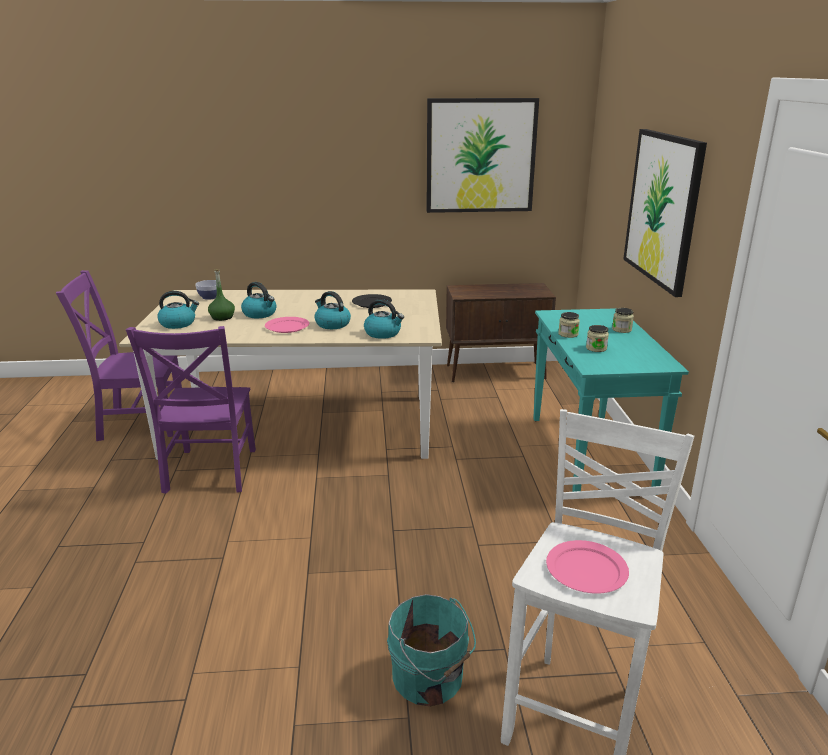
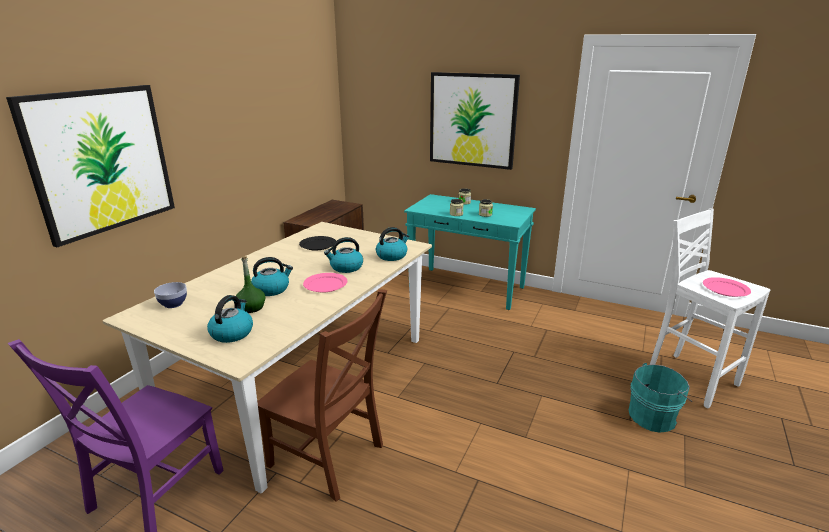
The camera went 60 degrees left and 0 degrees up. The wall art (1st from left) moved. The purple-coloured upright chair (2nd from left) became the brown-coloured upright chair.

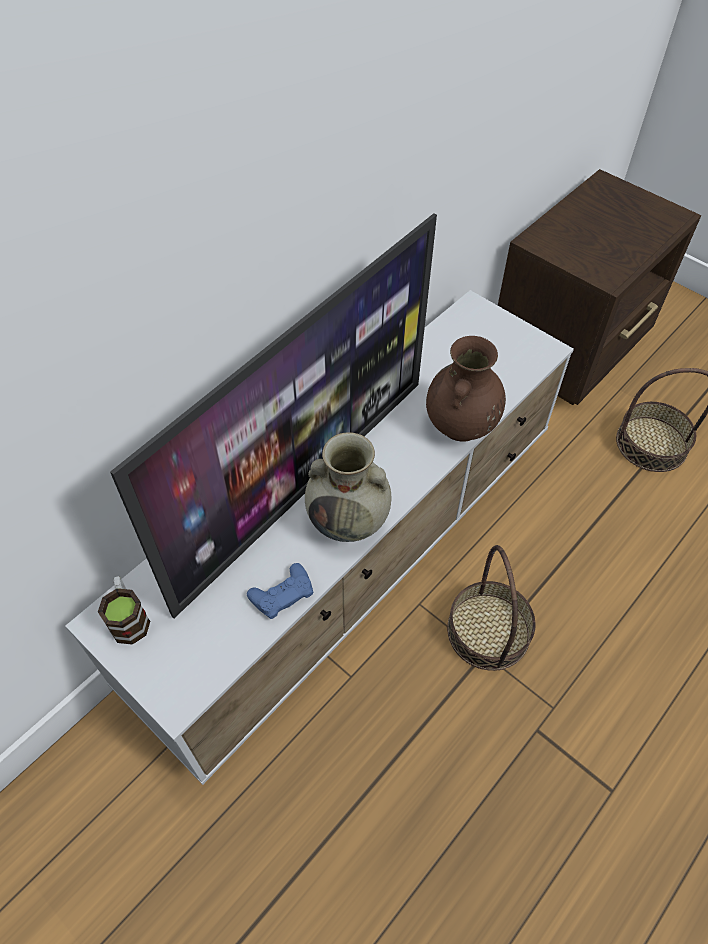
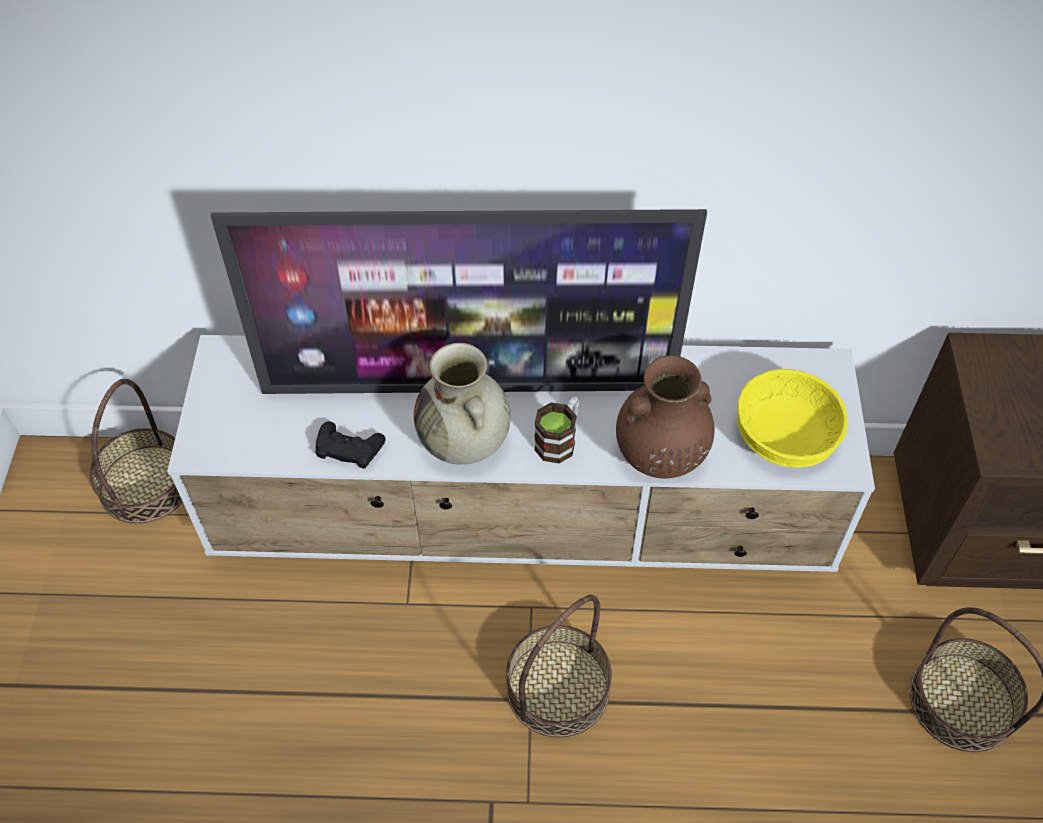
The camera went 50 degrees right and 0 degrees up. The storage basket (1st from left) appeared. The bluish gamepad became the black gamepad. The coffee mug moved. The yellowish deep dish appeared.

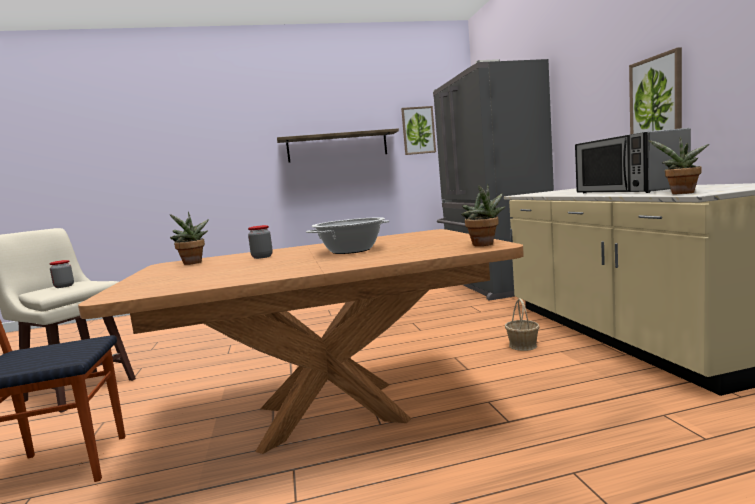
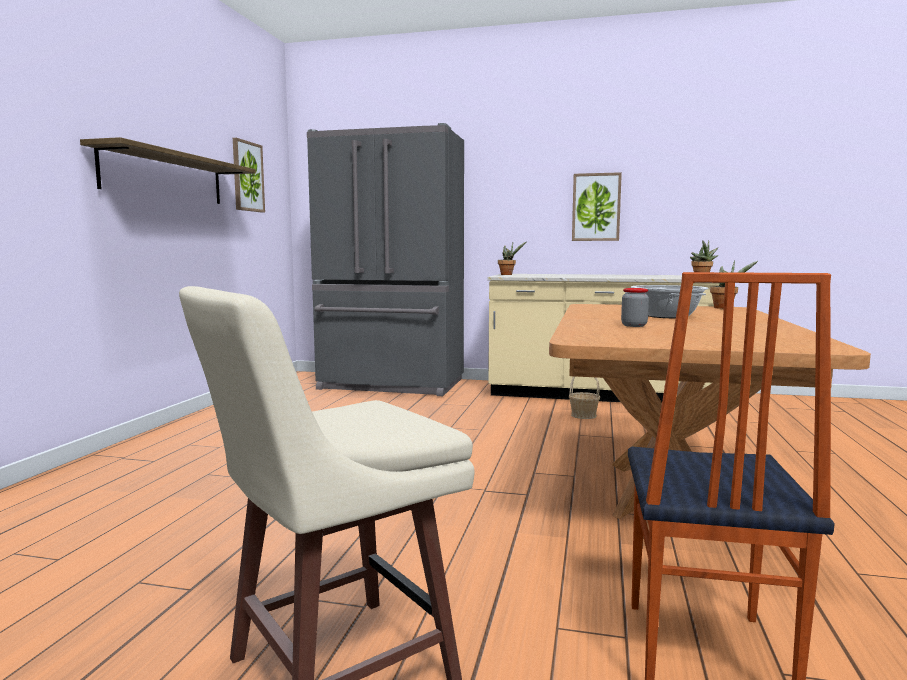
The camera went 65 degrees left and 0 degrees up. The houseplant (1st from left) moved. The jar (1st from left) disappeared. The kitchen microwave disappeared.

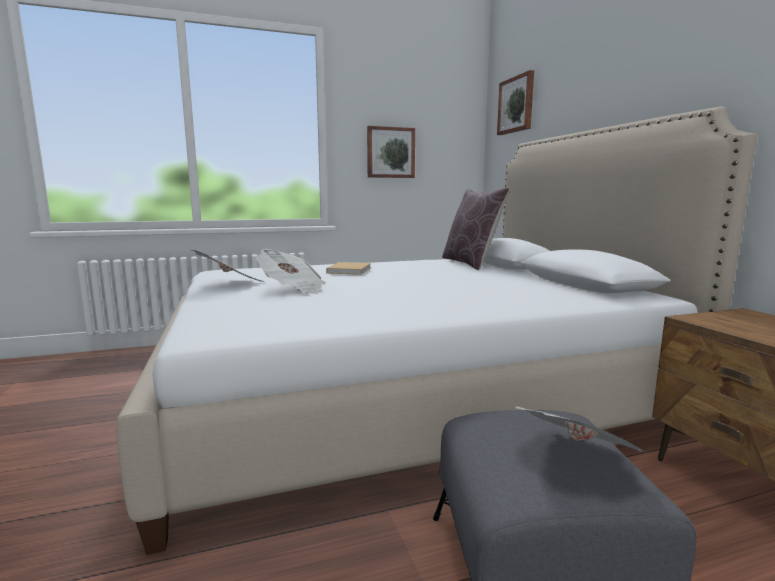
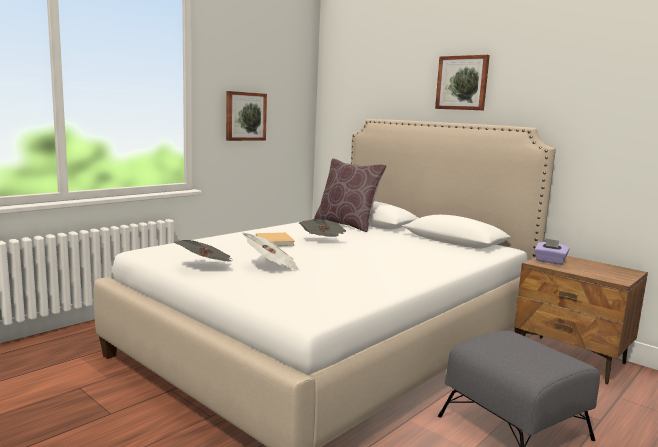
The camera went 30 degrees left and 0 degrees up. The printed paper (3rd from left) moved. The wall art (2nd from left) moved. The purple-coloured tissue holder appeared.

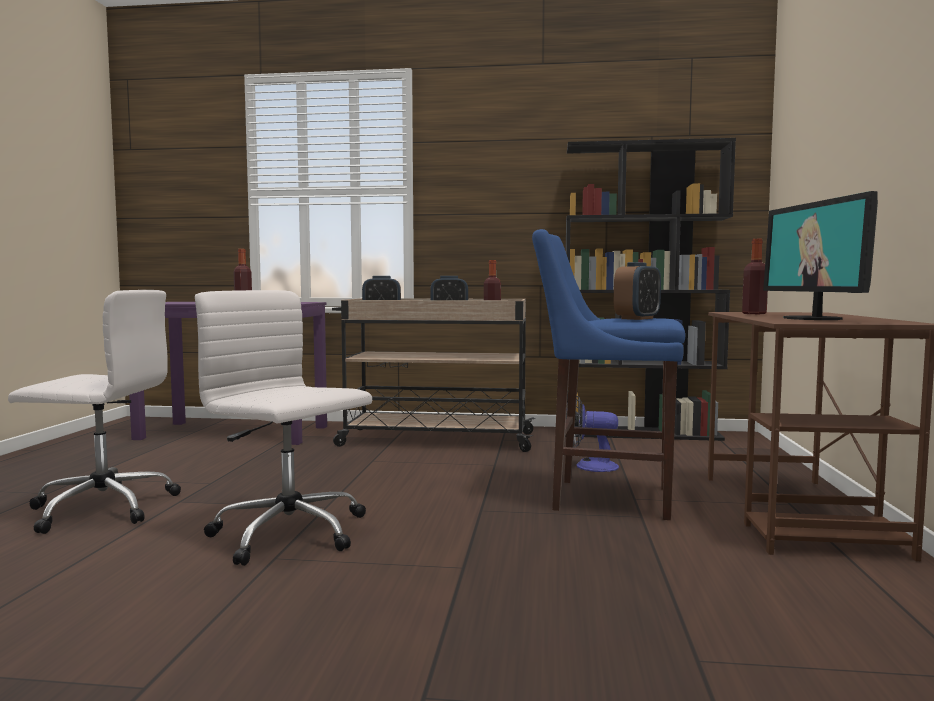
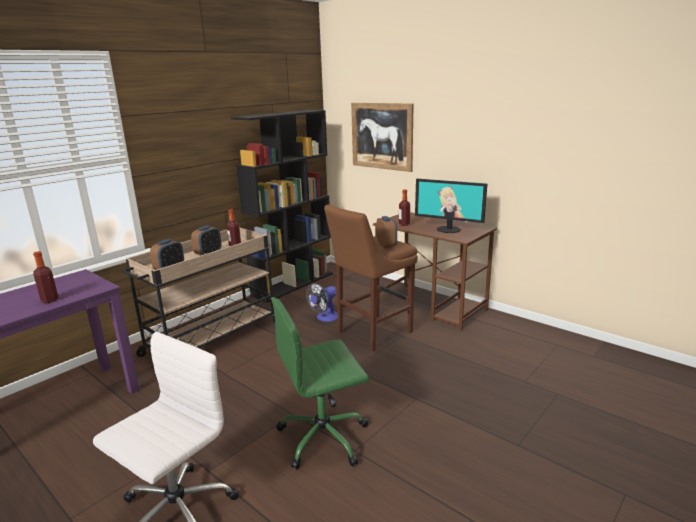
The camera went 55 degrees left and 15 degrees up. The white-coloured desk chair (2nd from left) became the greenish desk chair. The bluish sitting stool became the brown-coloured sitting stool. The wall art appeared.

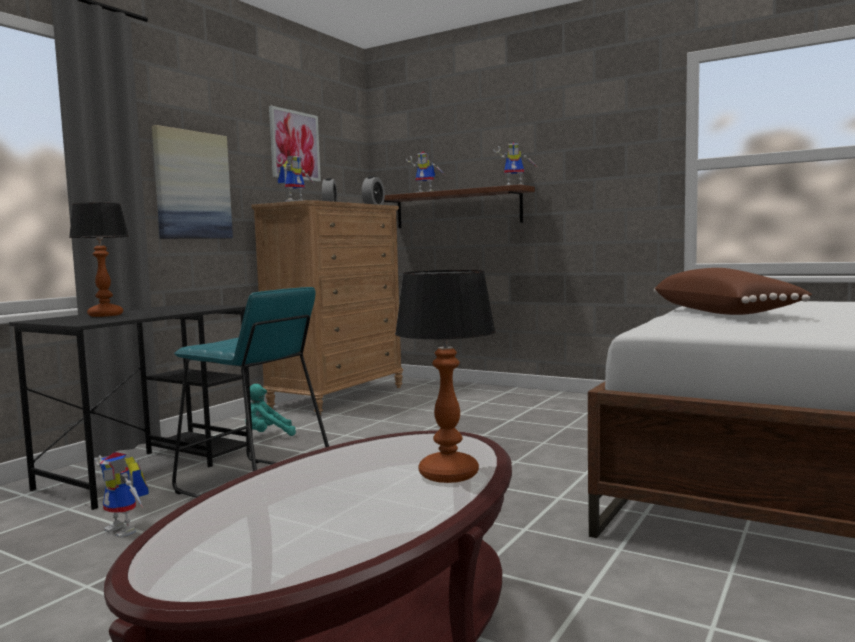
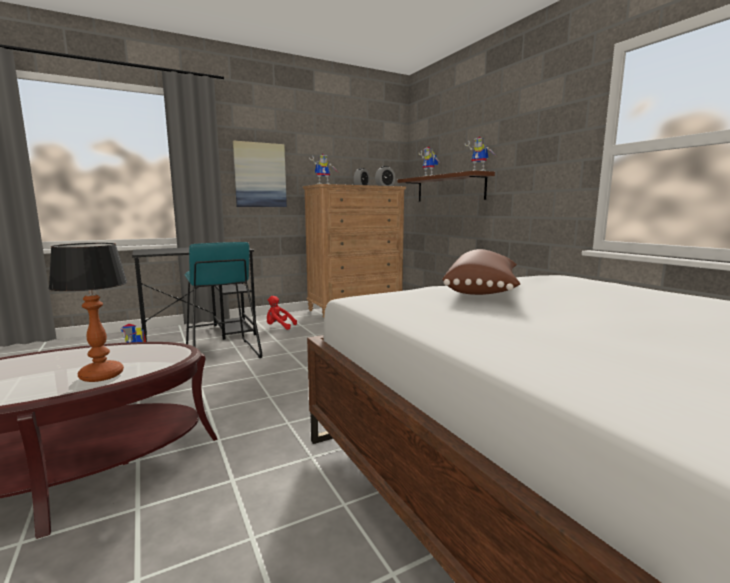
The camera went 30 degrees right and 5 degrees up. The turquoise-coloured plush toy became the red-coloured plush toy. The lamp for a table (1st from left) disappeared. The wall art (2nd from left) disappeared.

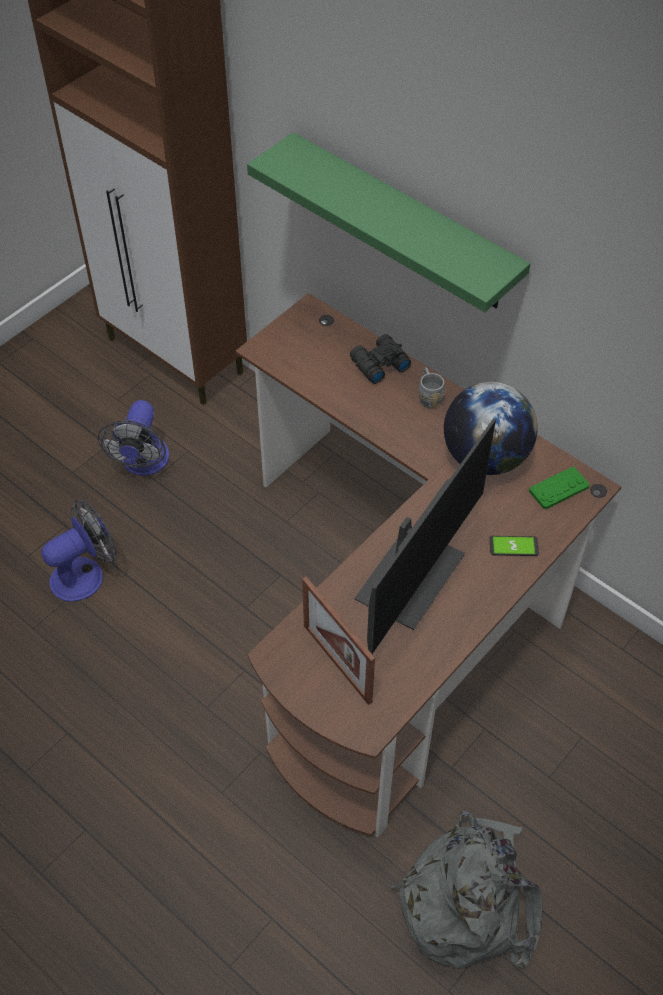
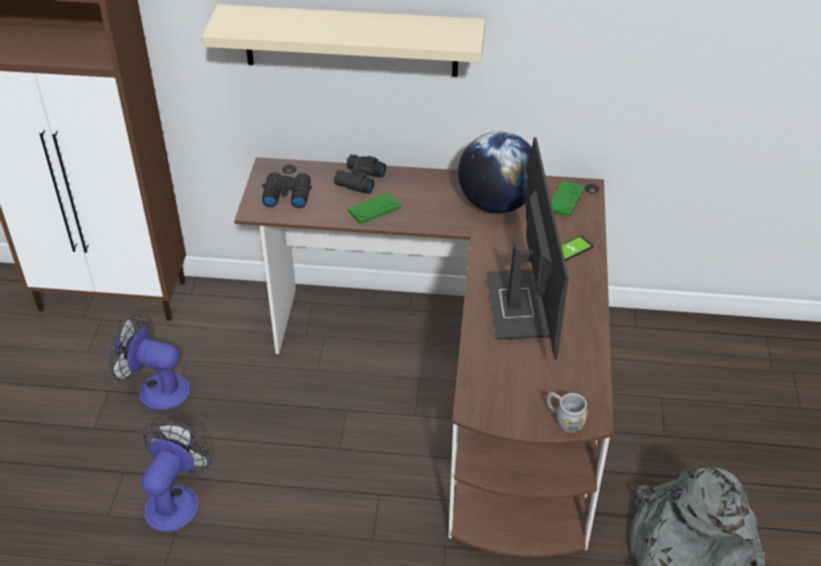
The camera went 35 degrees left and 10 degrees down. The cooling fan (2nd from left in the first image) turned 135 degrees clockwise. The greenish bracket shelf became the sand-coloured bracket shelf. The black field glasses (1st from left) appeared. The greenish gamepad (1st from left) appeared. The gray coffee mug moved. The standing frame disappeared.

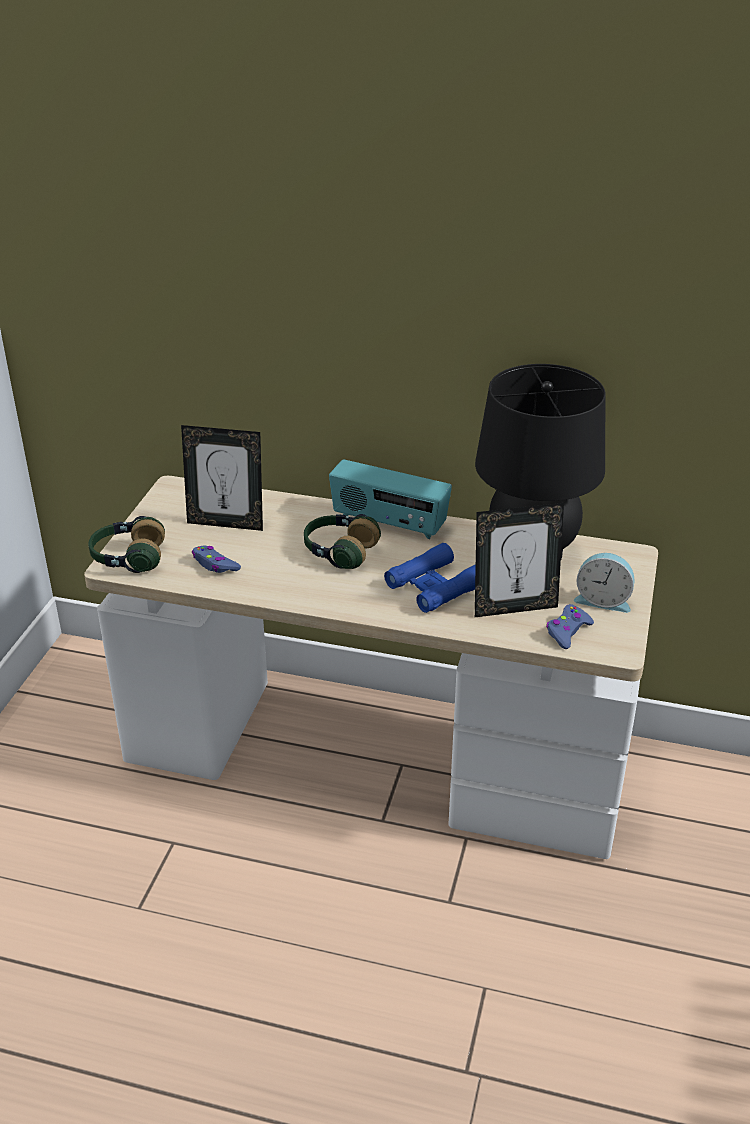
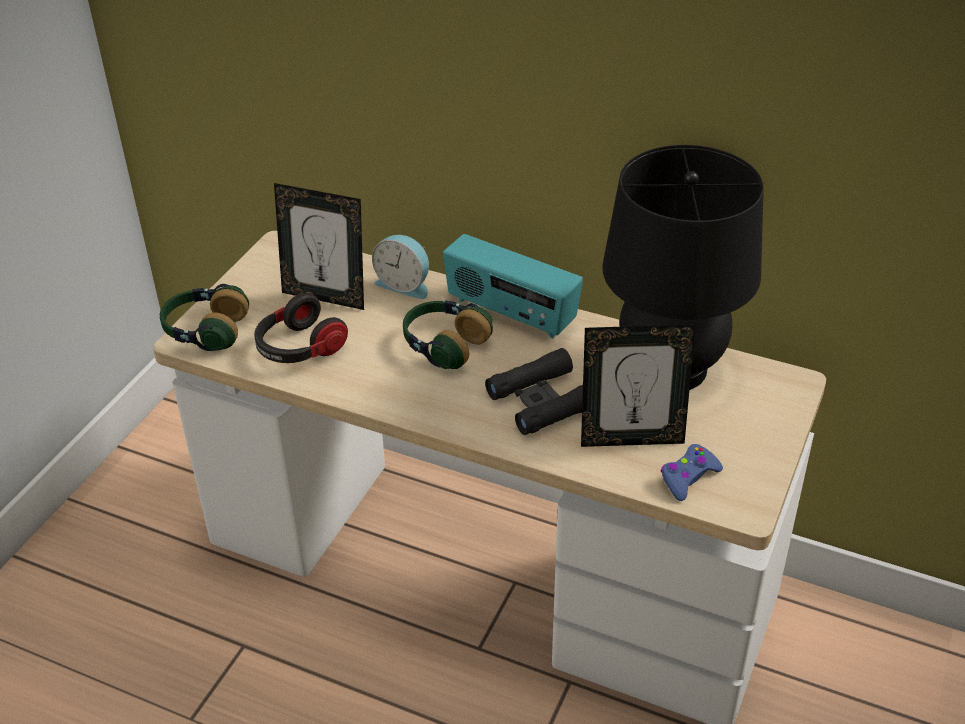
The camera went 10 degrees right and 5 degrees up. The bluish gamepad (1st from left) was replaced by the headphones (2nd from left). The table clock moved. The bluish field glasses became the black field glasses.

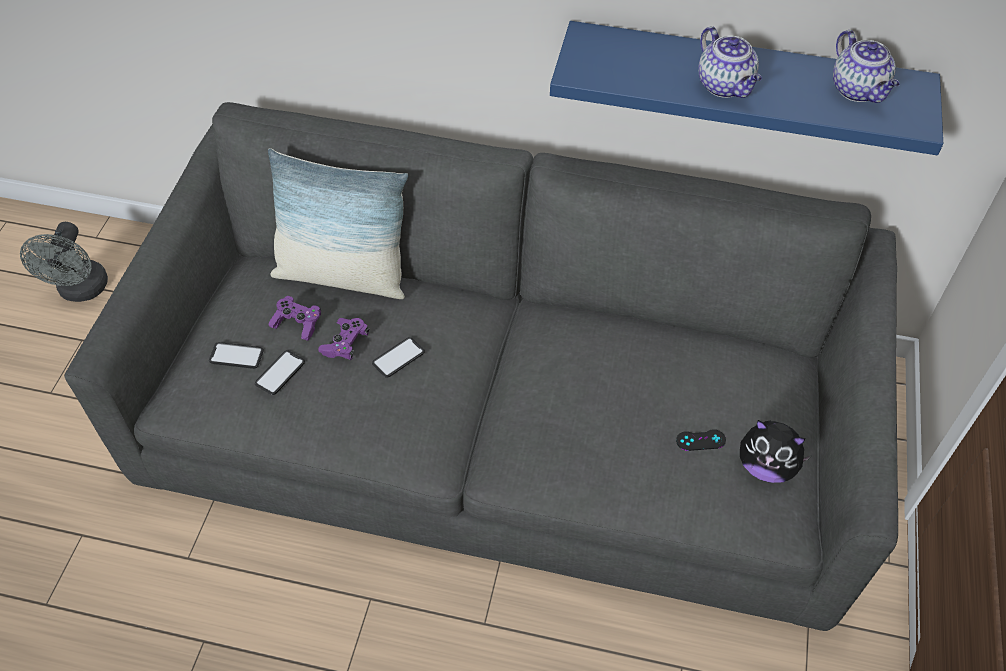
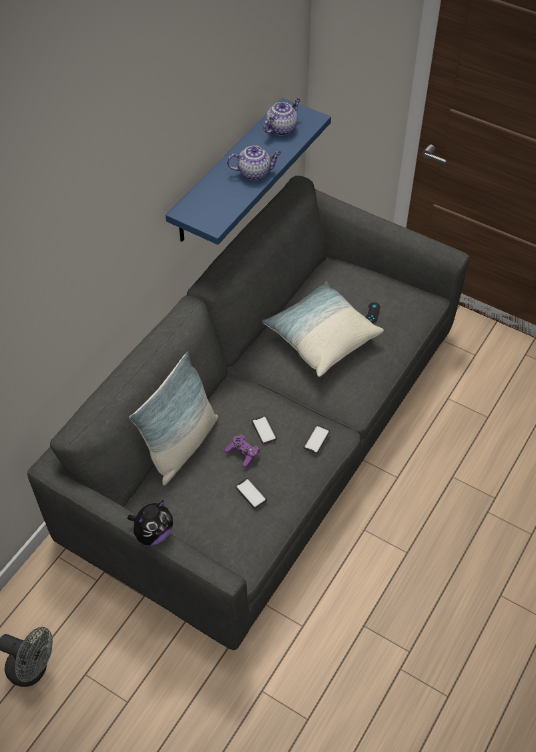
The camera went 70 degrees left and 0 degrees up. The plush toy moved. The throw pillow (2nd from left) appeared. The tea pot (2nd from left) turned 45 degrees counterclockwise. The handset (1st from left in the first image) moved. The purple-coloured gamepad (1st from left) disappeared.

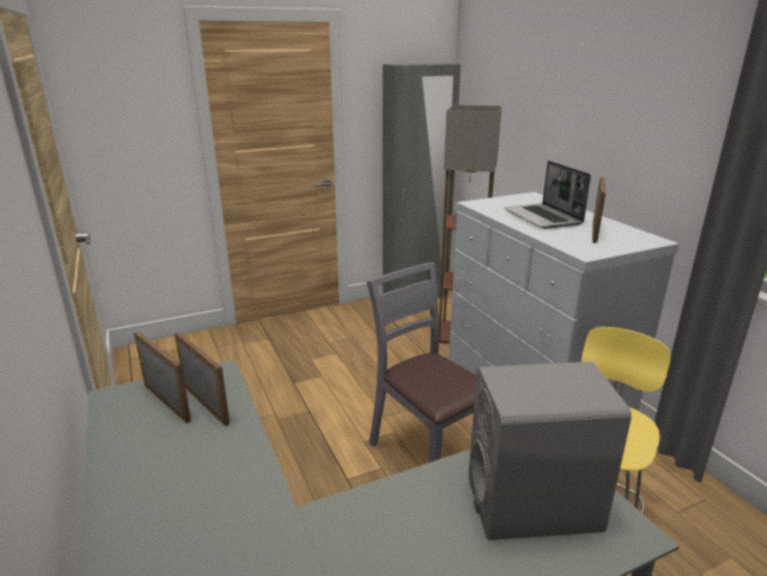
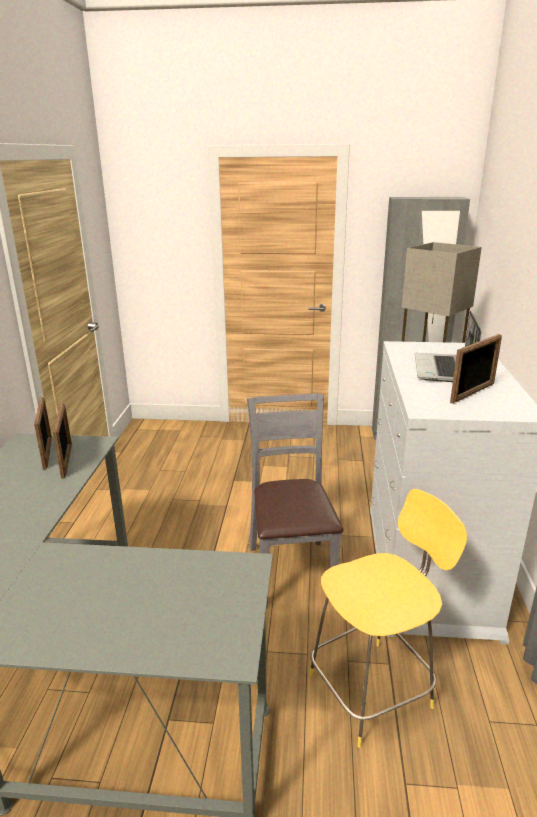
The camera went 30 degrees right and 0 degrees up. The gray loudspeaker disappeared.

